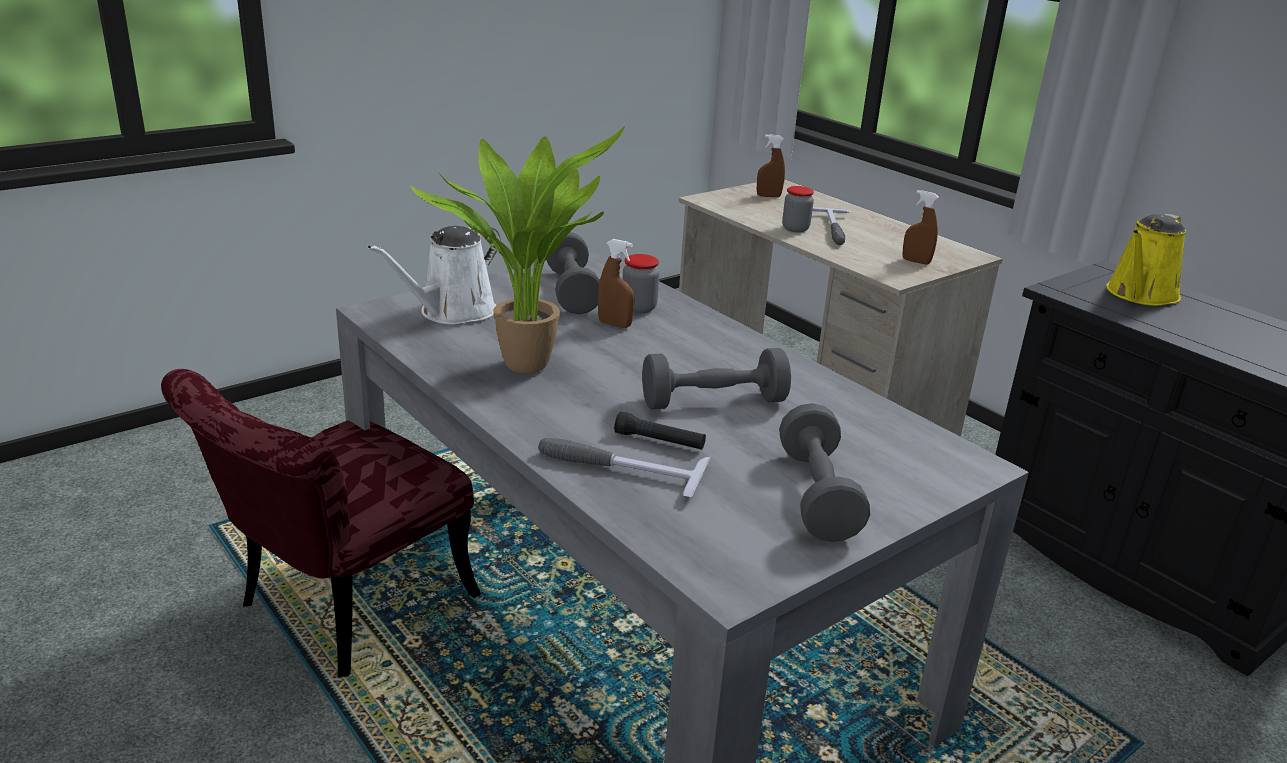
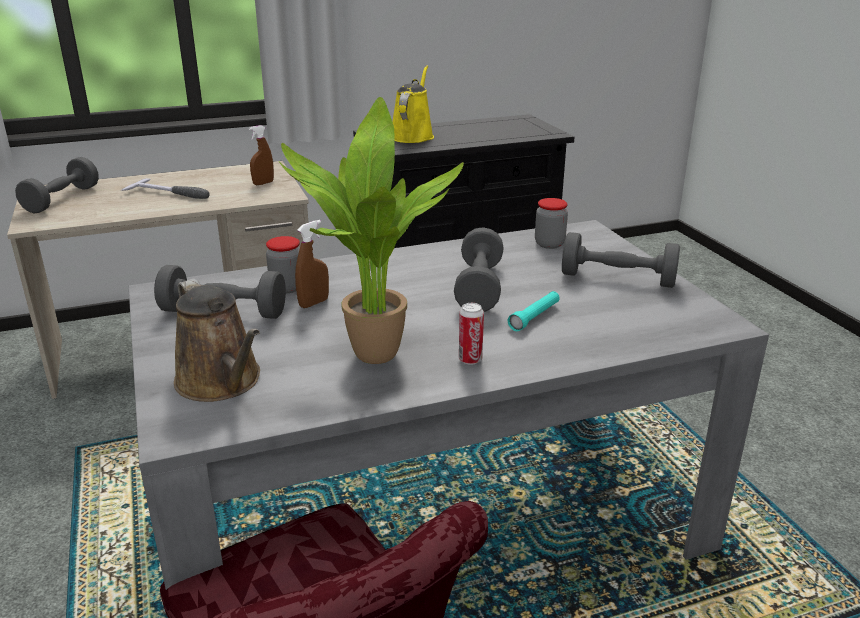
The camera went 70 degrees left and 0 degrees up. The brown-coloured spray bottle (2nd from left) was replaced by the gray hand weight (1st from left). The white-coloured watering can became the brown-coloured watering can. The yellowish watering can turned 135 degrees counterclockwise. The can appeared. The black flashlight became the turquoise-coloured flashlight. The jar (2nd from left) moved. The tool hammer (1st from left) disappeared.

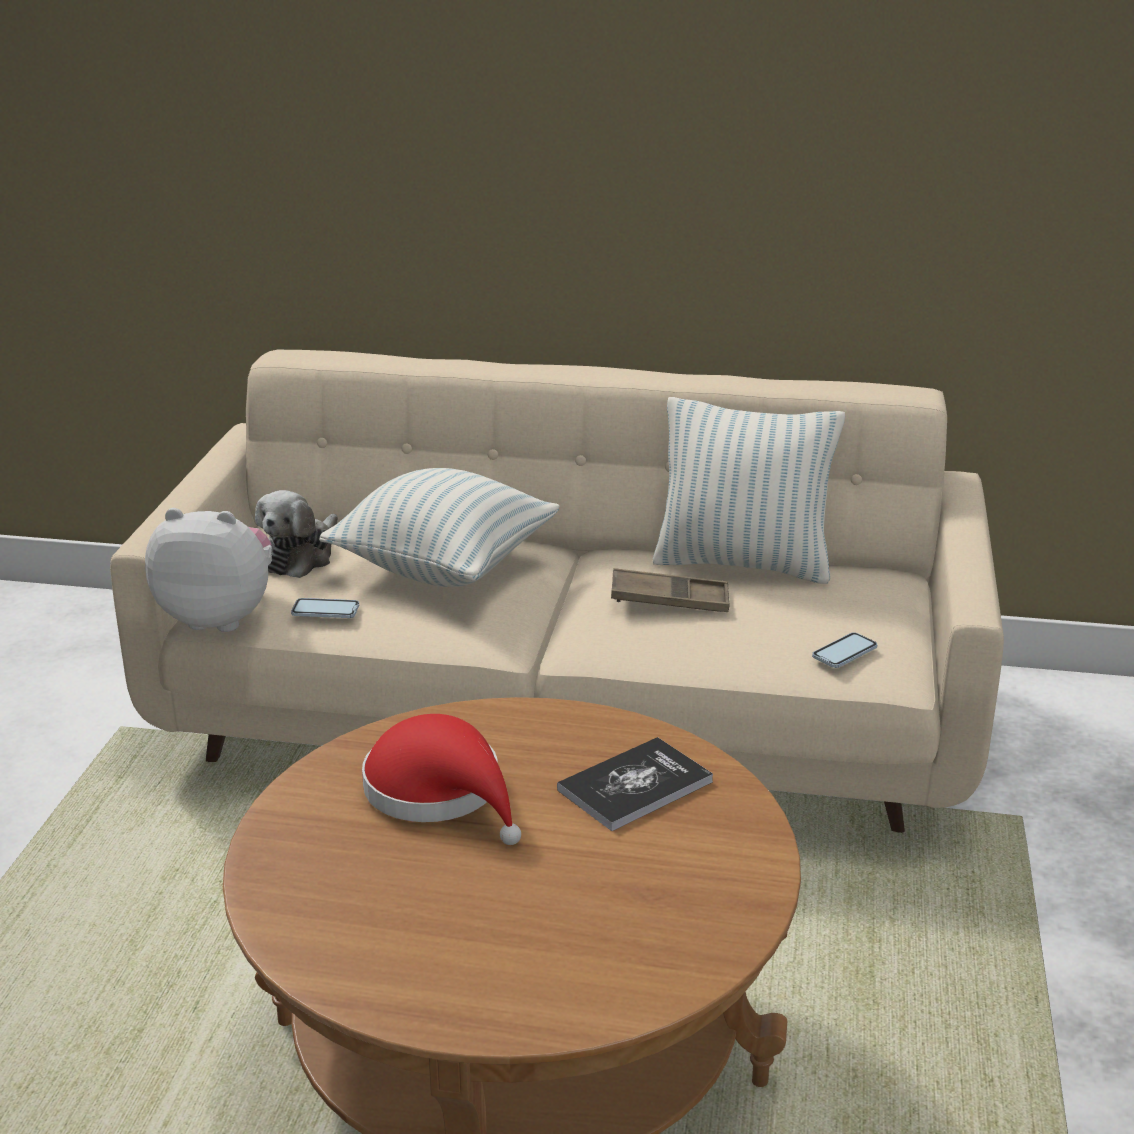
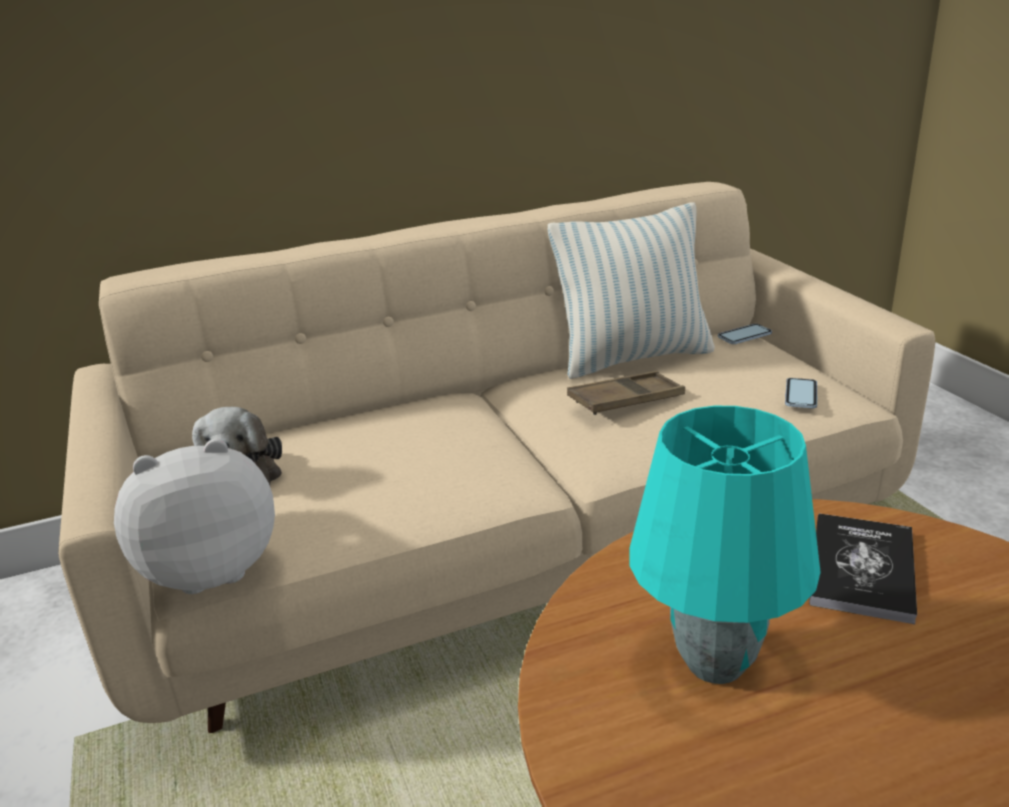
The camera went 30 degrees left and 0 degrees up. The red-coloured hat was replaced by the turquoise-coloured lamp for a table. The handset (1st from left) moved. The throw pillow (1st from left) disappeared.

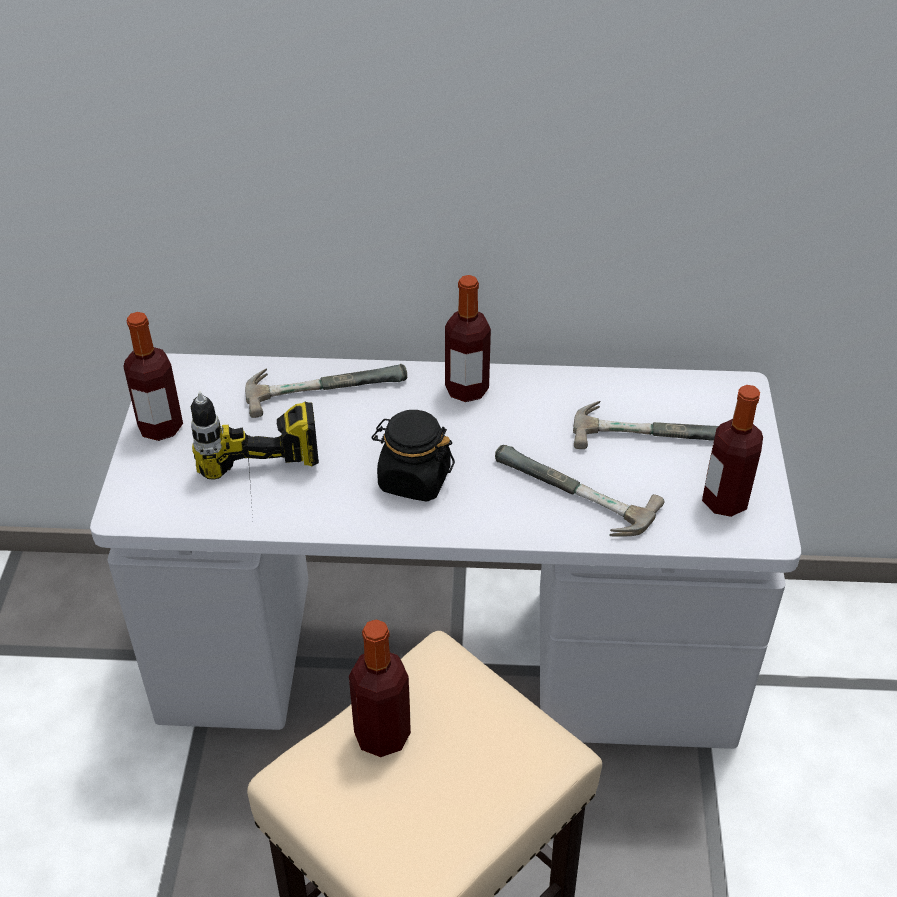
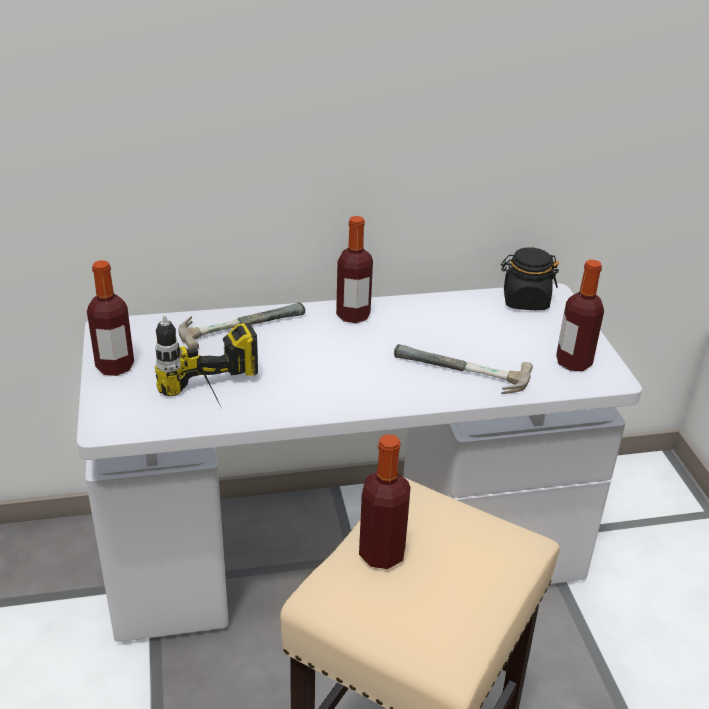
The camera went 15 degrees left and 10 degrees down. The black jar moved. The tool hammer (3rd from left) disappeared.

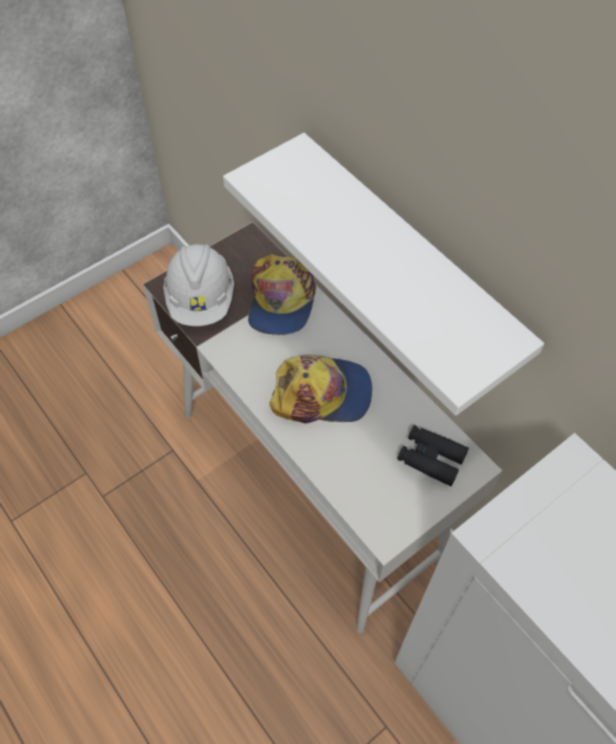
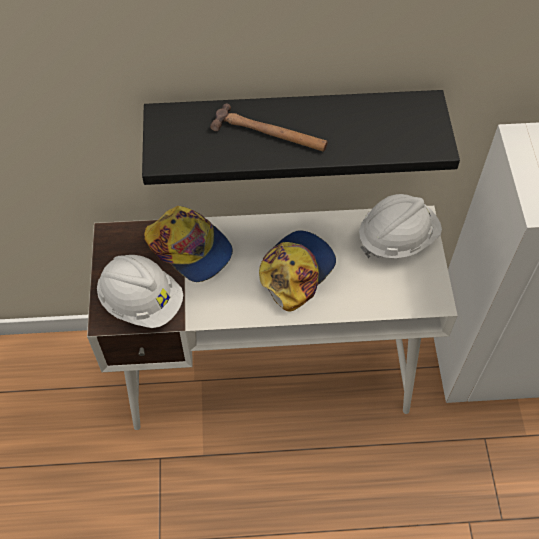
The camera went 55 degrees left and 0 degrees up. The white-coloured bracket shelf became the black bracket shelf. The tool hammer appeared. The black field glasses was replaced by the white-coloured safety helmet (2nd from left).

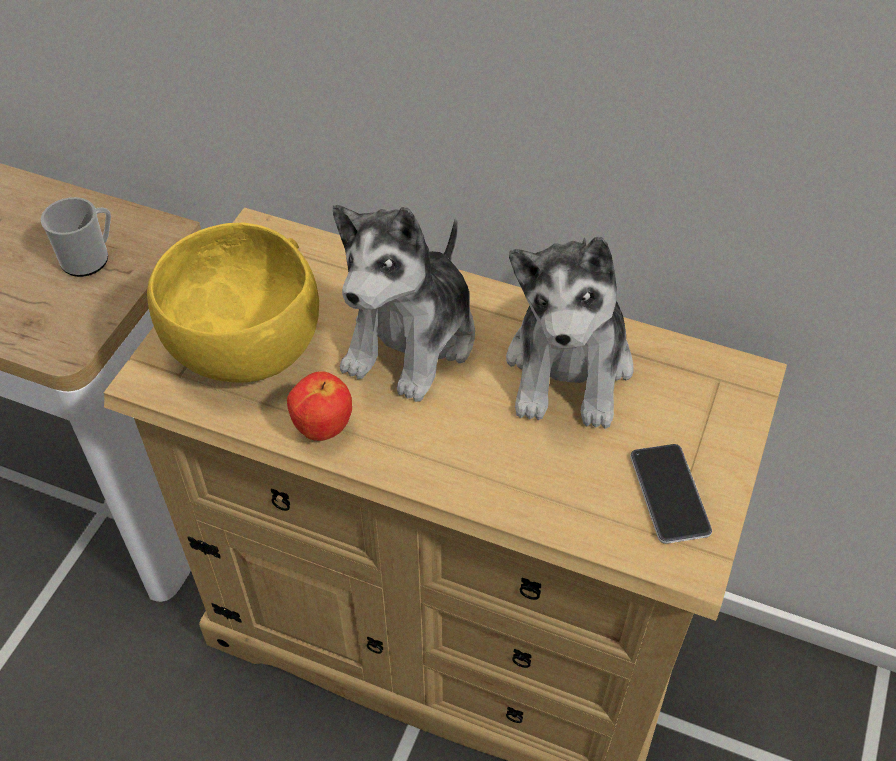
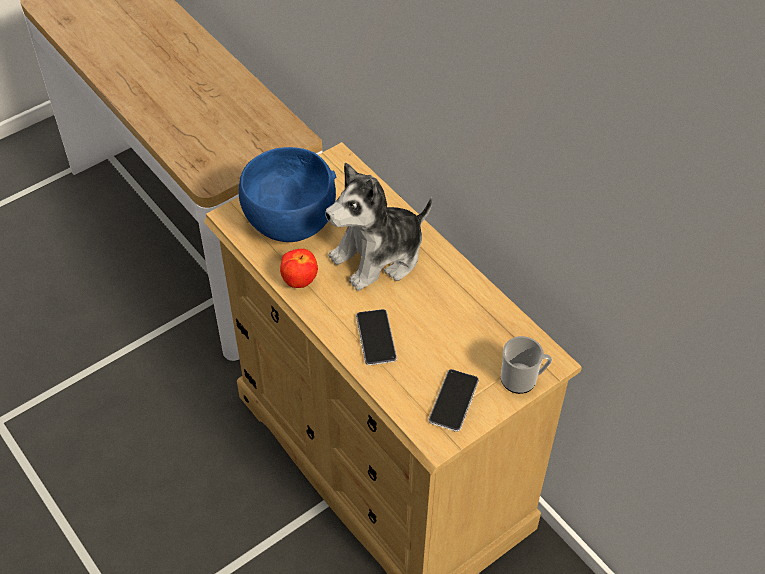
The camera went 30 degrees right and 0 degrees up. The yellowish deep dish became the bluish deep dish. The handset (1st from left) appeared. The coffee mug moved. The plush toy (2nd from left) disappeared.

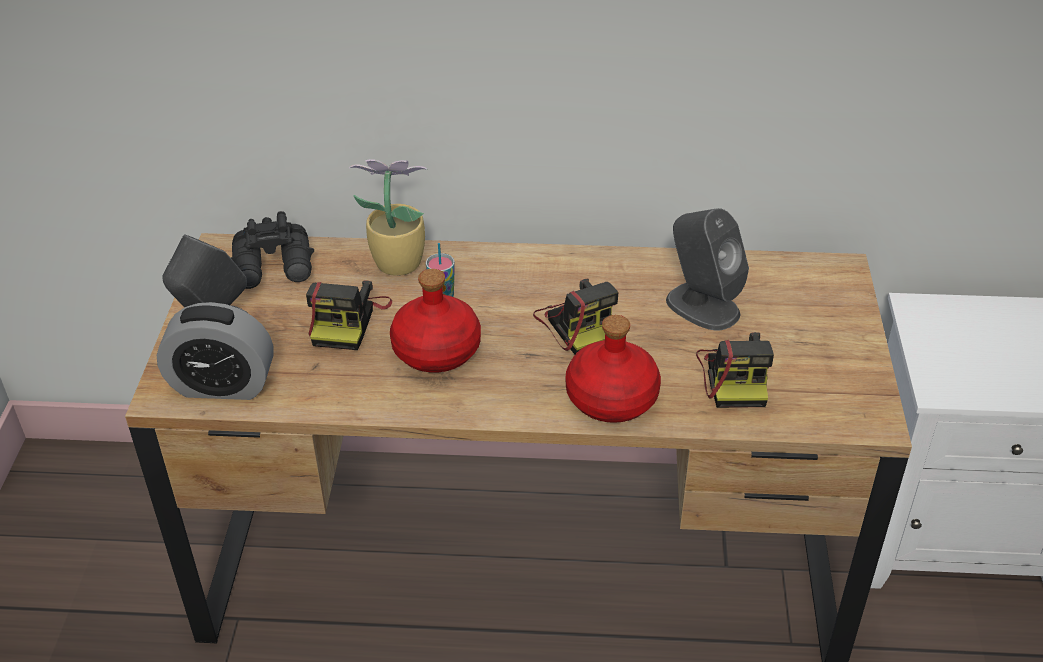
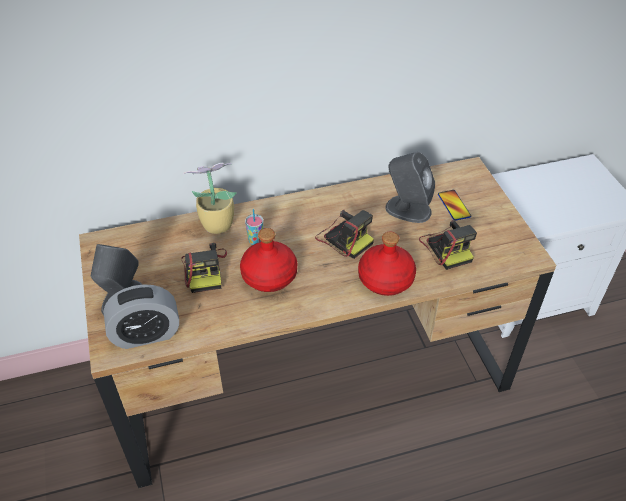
The camera went 20 degrees left and 5 degrees up. The handset appeared. The black field glasses disappeared.

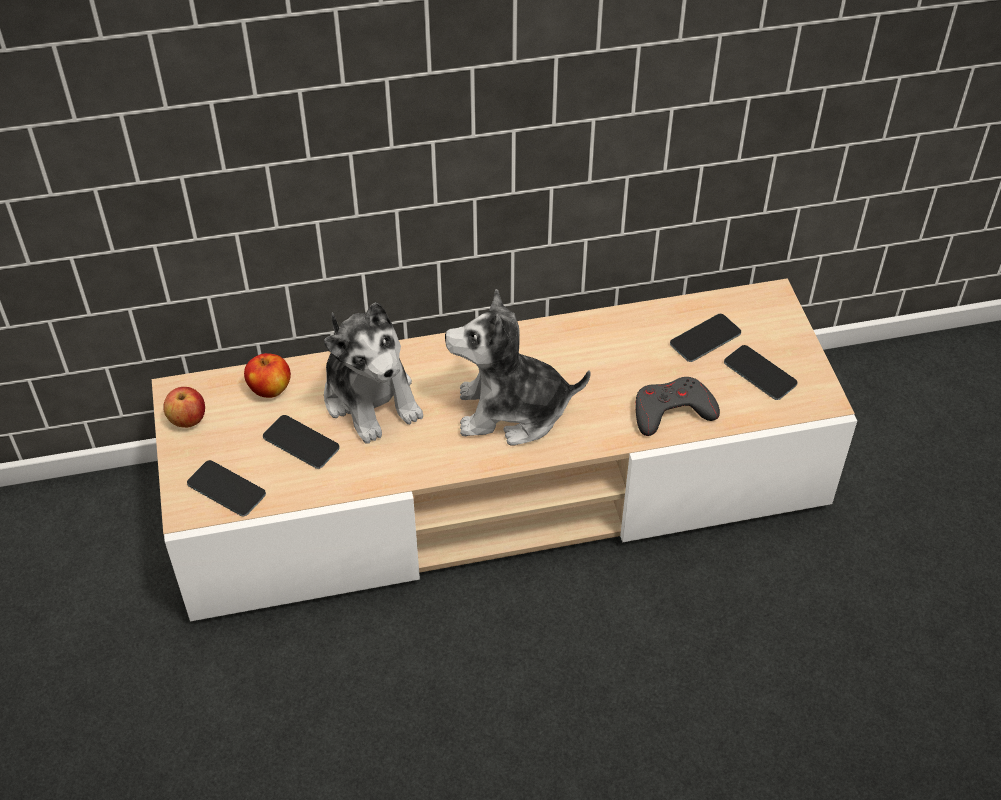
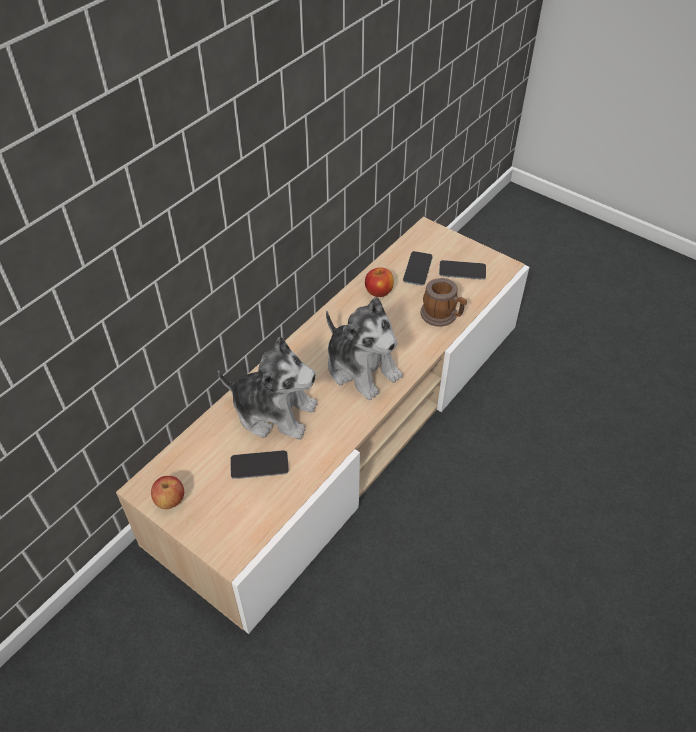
The camera went 40 degrees left and 0 degrees up. The plush toy (2nd from left) turned 90 degrees counterclockwise. The apple fruit (2nd from left) moved. The gray gamepad was replaced by the coffee mug. The handset (1st from left) disappeared.

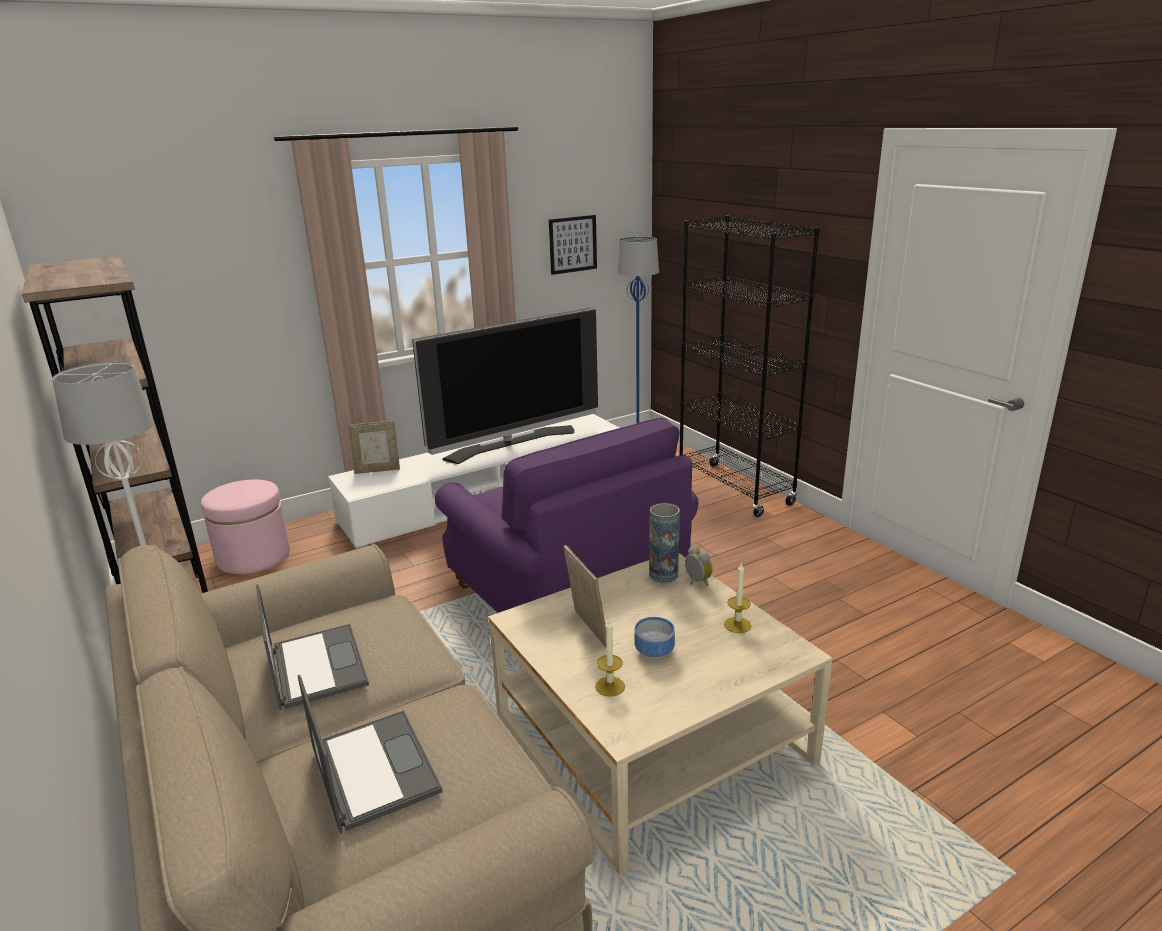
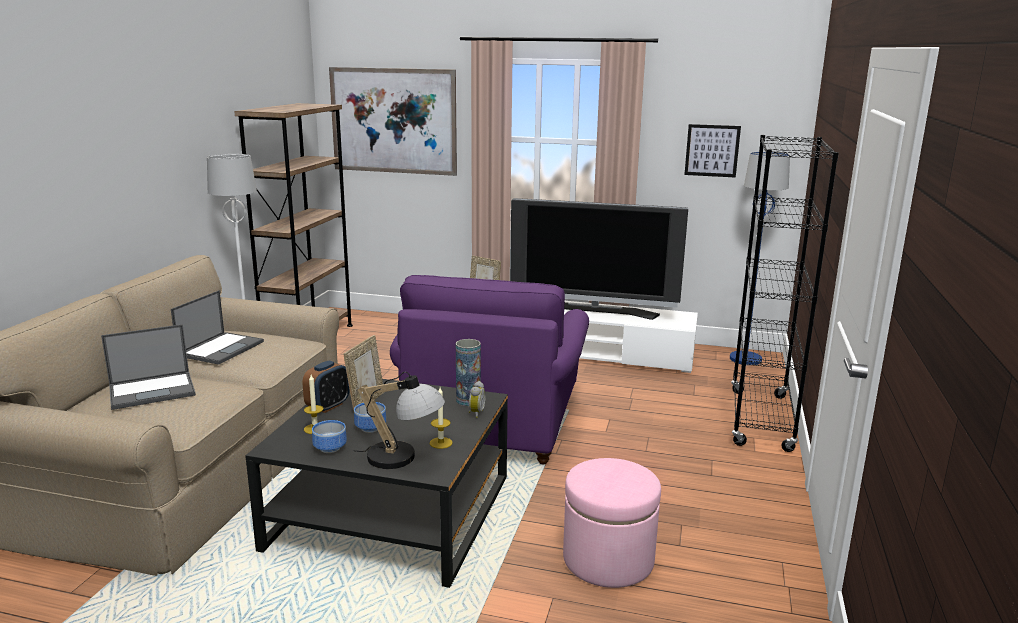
The camera went 45 degrees right and 5 degrees down. The notebook computer (2nd from left in the first image) turned 45 degrees clockwise. The sand-coloured coffee table became the black coffee table. The table clock (1st from left) appeared. The deep dish (1st from left) appeared. The wall art (1st from left) appeared. The lamp for a table appeared. The pink-coloured ottoman moved.

